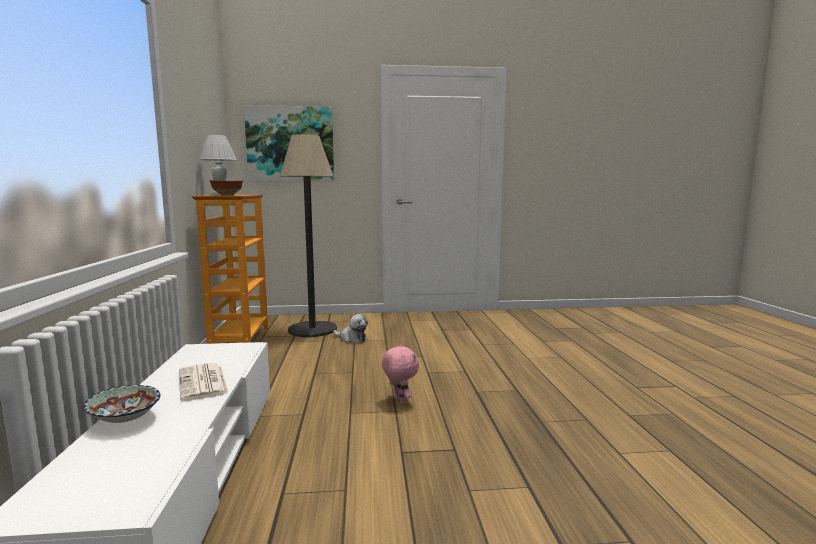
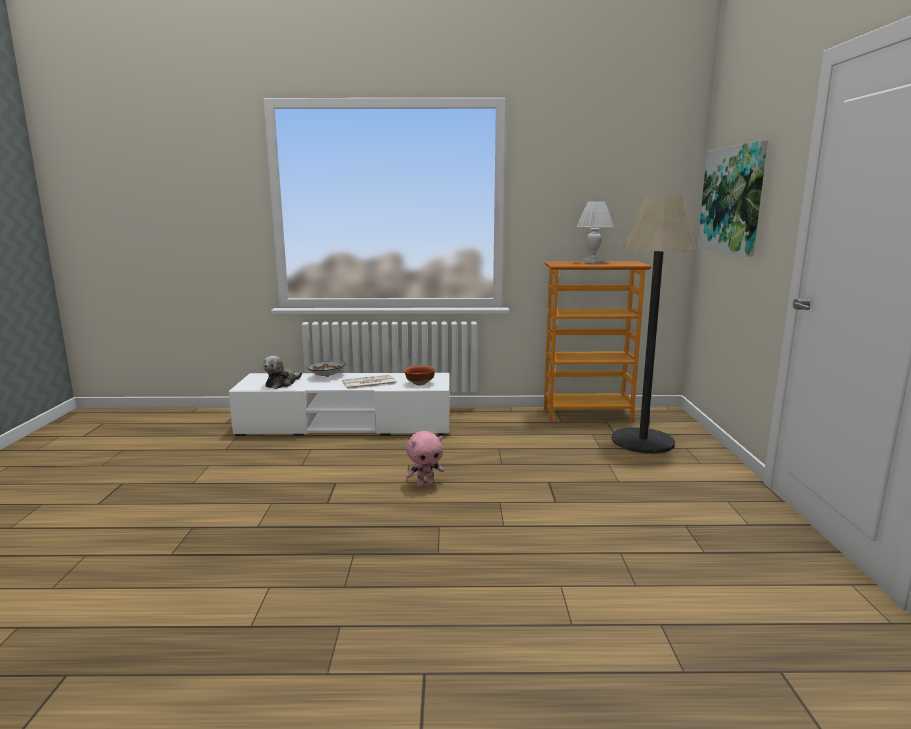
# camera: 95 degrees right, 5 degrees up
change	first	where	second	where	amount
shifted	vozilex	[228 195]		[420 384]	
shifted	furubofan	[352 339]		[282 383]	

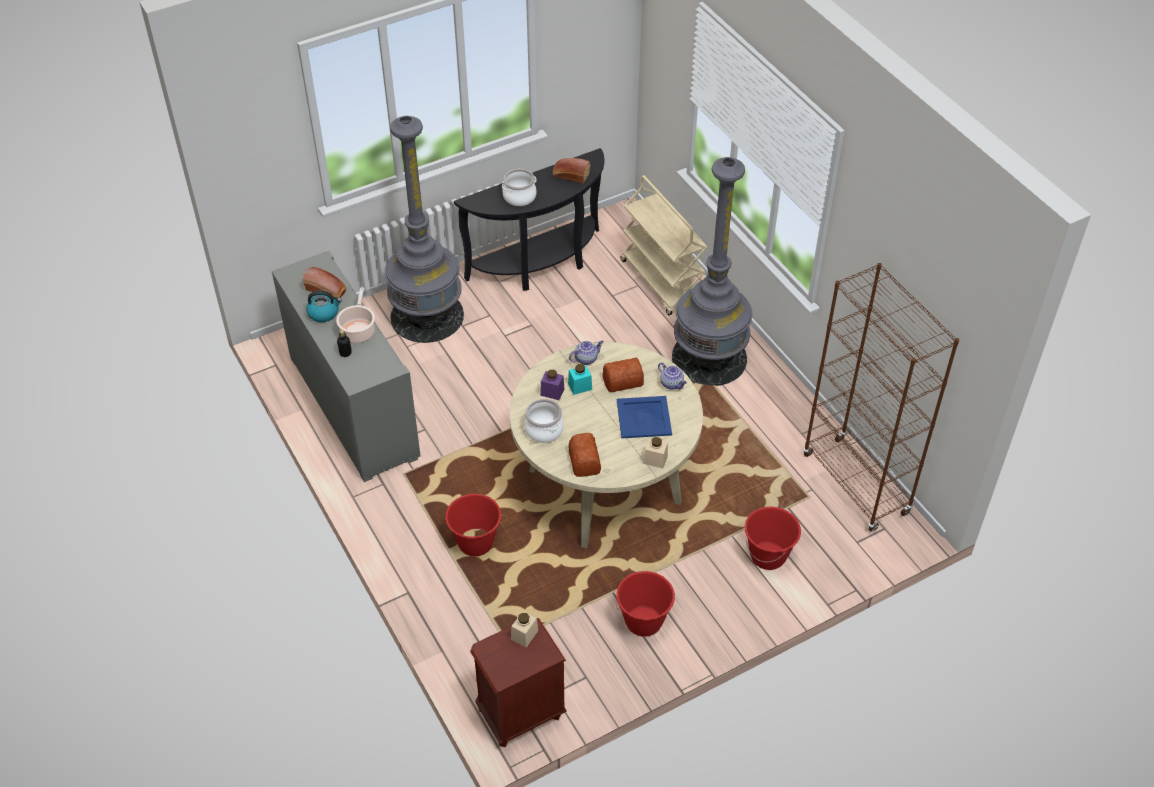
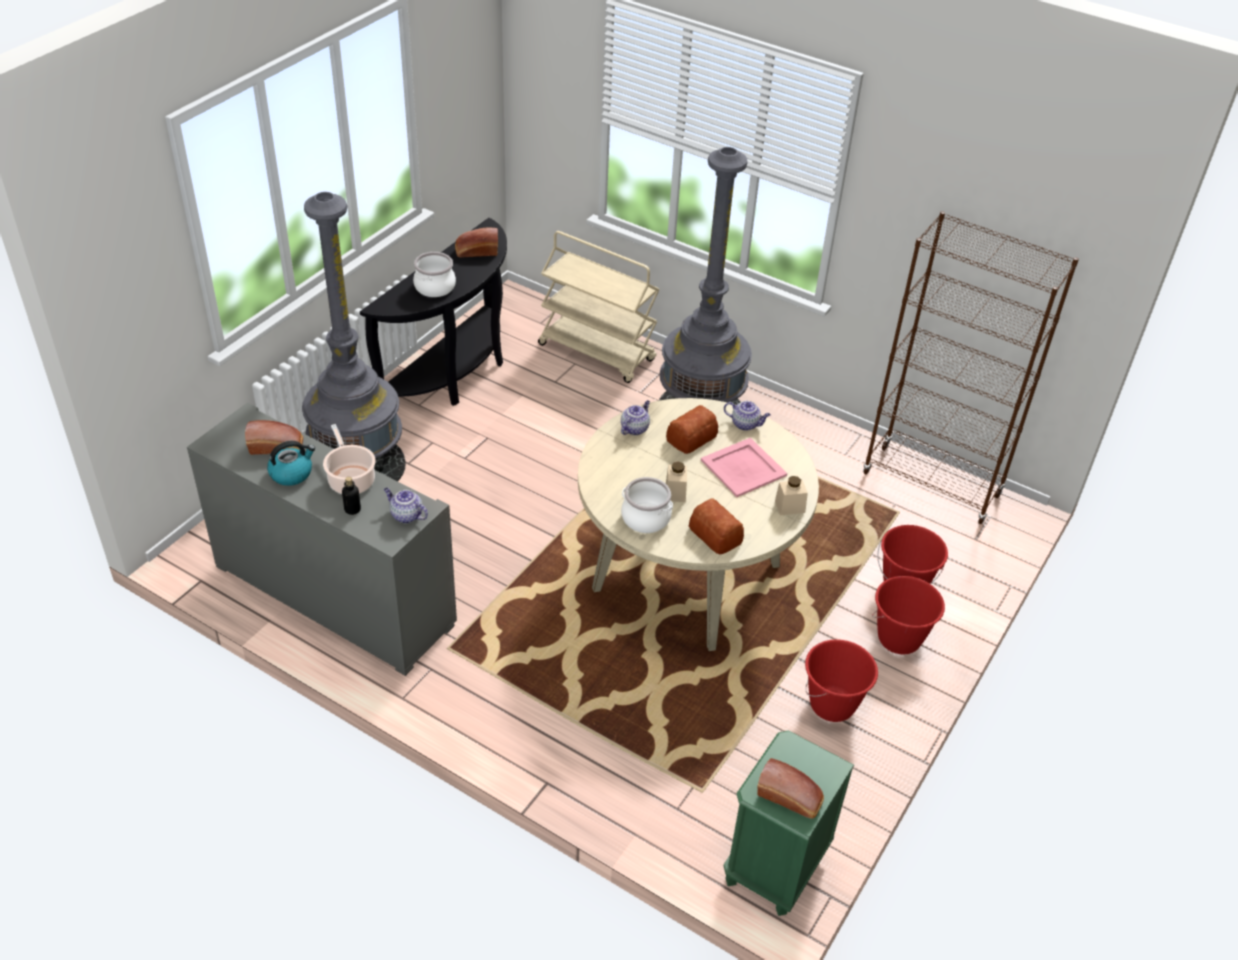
# camera: 30 degrees left, 5 degrees down
change	first	where	second	where	amount
gone	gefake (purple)	[552 392]			
gone	gefake (turquoise)	[580 386]			
new			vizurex	[406 515]	
new			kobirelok	[791 798]	
shifted	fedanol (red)	[475 543]		[899 639]	
shifted	gefake (beige)	[524 635]		[675 492]	
repainted	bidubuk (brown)	[519 713]	bidubuk (green)	[774 867]	
repainted	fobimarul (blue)	[644 418]	fobimarul (pink)	[744 468]	

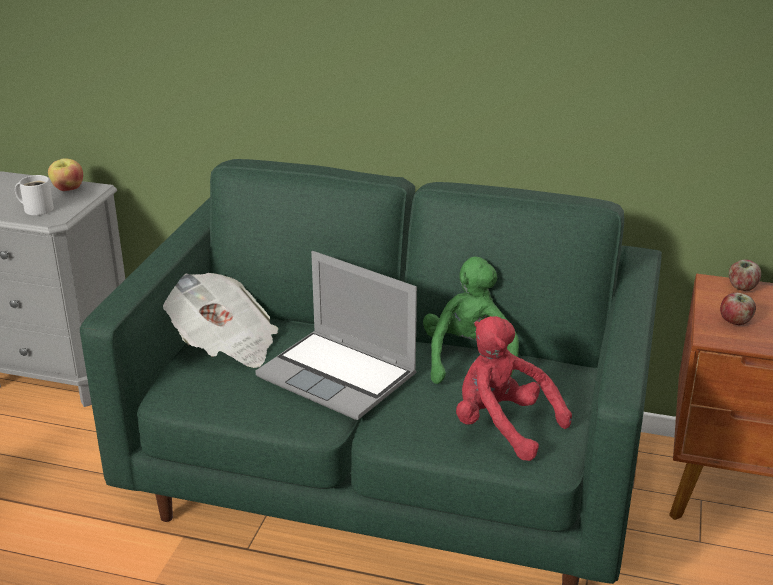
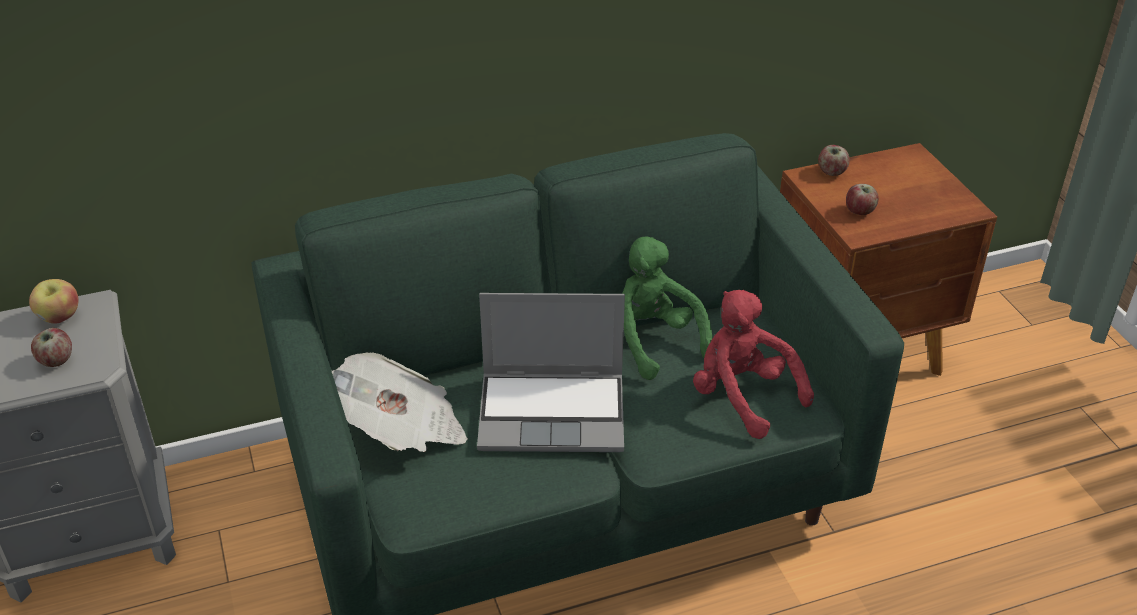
# camera: 35 degrees left, 10 degrees up
change	first	where	second	where	amount
swapped	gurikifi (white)	[37 208]	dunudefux	[56 361]	
rotated	furubofan (red)	[502 426]		[742 396]	45 degrees clockwise

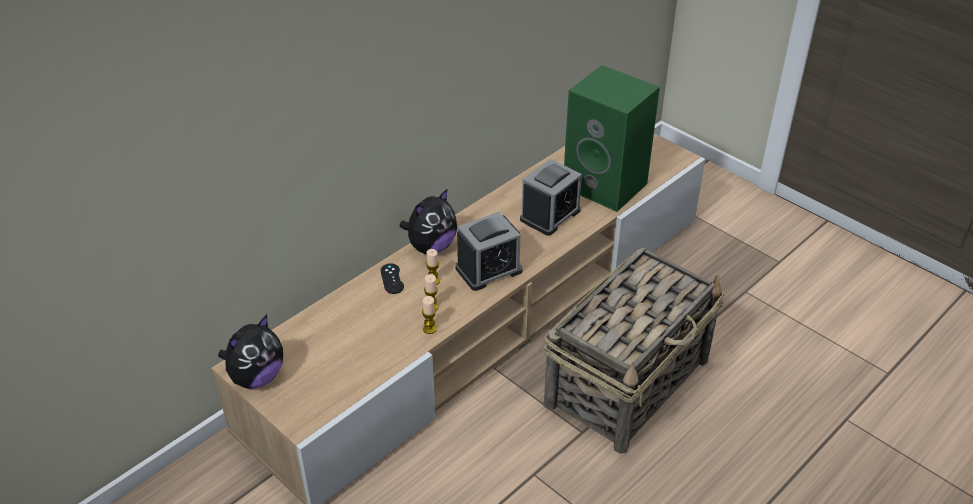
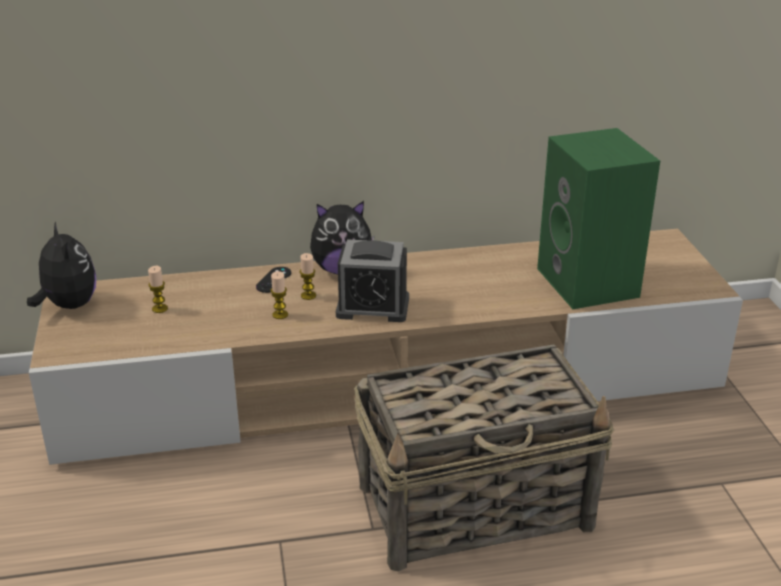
# camera: 35 degrees right, 10 degrees down
change	first	where	second	where	amount
gone	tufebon	[550 215]			
shifted	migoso	[429 329]		[160 309]	
rotated	furubofan	[256 377]		[68 305]	105 degrees counterclockwise

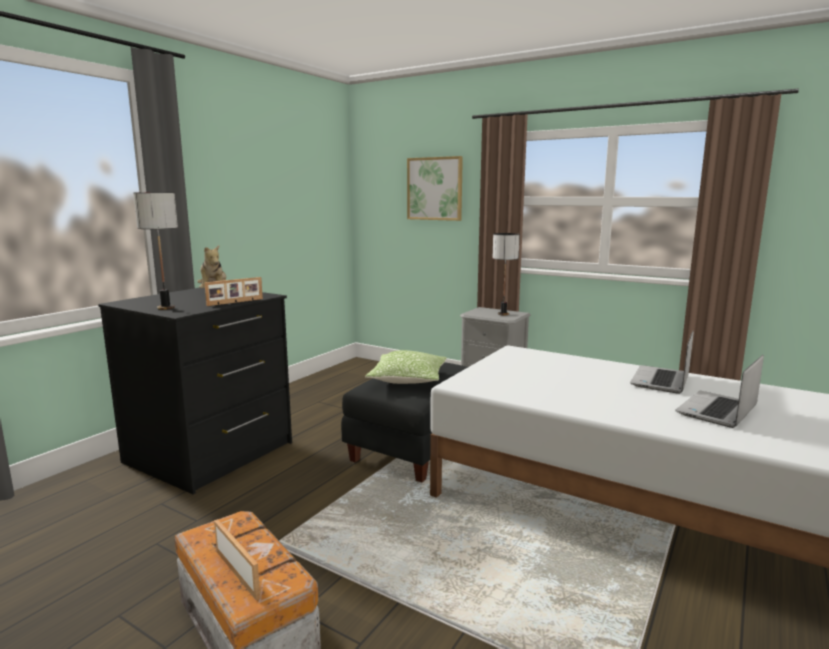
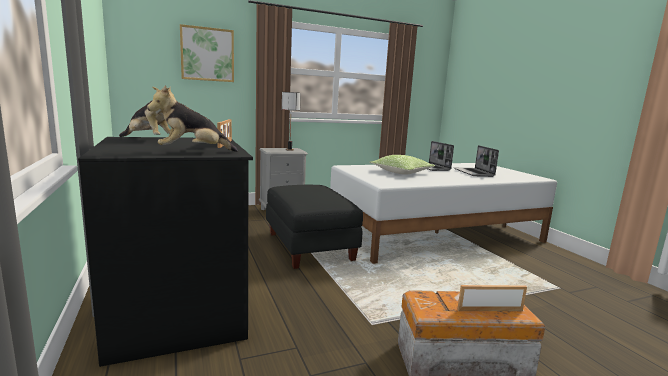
# camera: 55 degrees left, 0 degrees up
change	first	where	second	where	amount
shifted	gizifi	[408 379]		[401 172]	
swapped	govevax	[166 308]	furubofan	[193 152]	

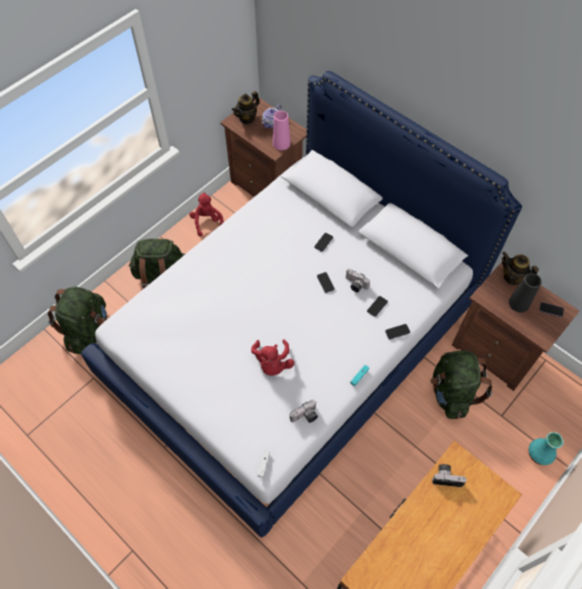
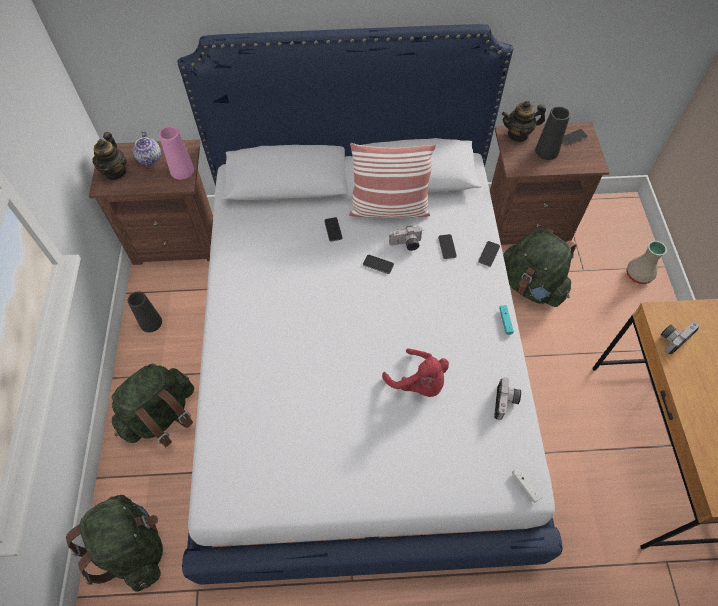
# camera: 45 degrees left, 0 degrees up
change	first	where	second	where	amount
new			gizifi	[389 208]	
swapped	furubofan (red)	[207 222]	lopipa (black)	[151 322]	
repainted	lopipa (turquoise)	[540 453]	lopipa (beige)	[638 274]	

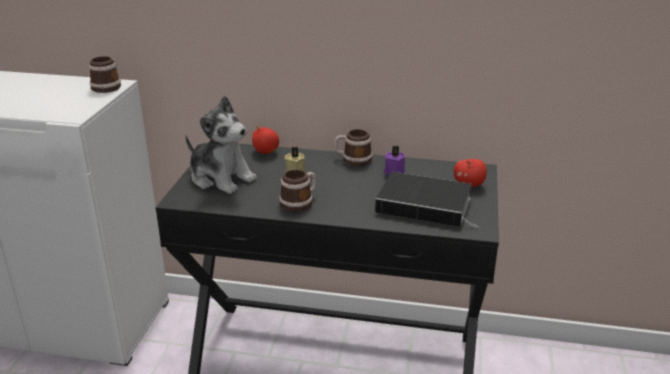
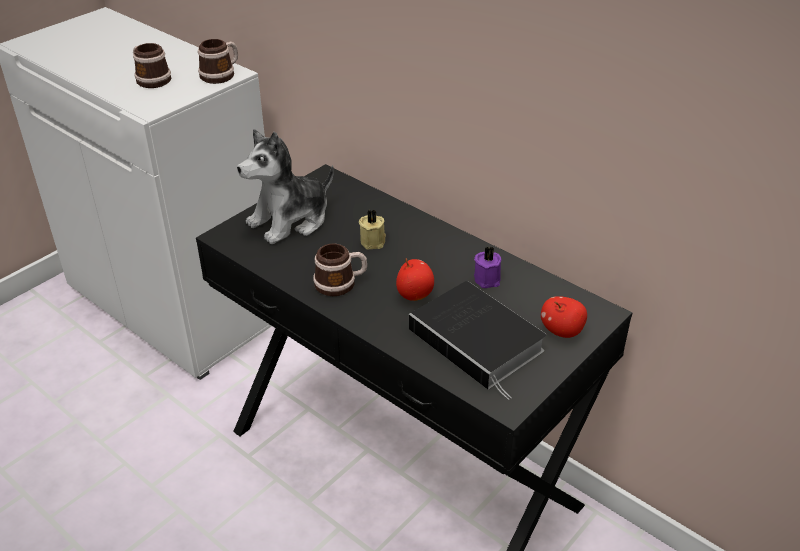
# camera: 30 degrees right, 10 degrees up
change	first	where	second	where	amount
shifted	dunudefux	[266 152]		[414 294]	
shifted	gurikifi	[352 159]		[150 79]	
rotated	furubofan	[221 178]		[290 221]	75 degrees clockwise

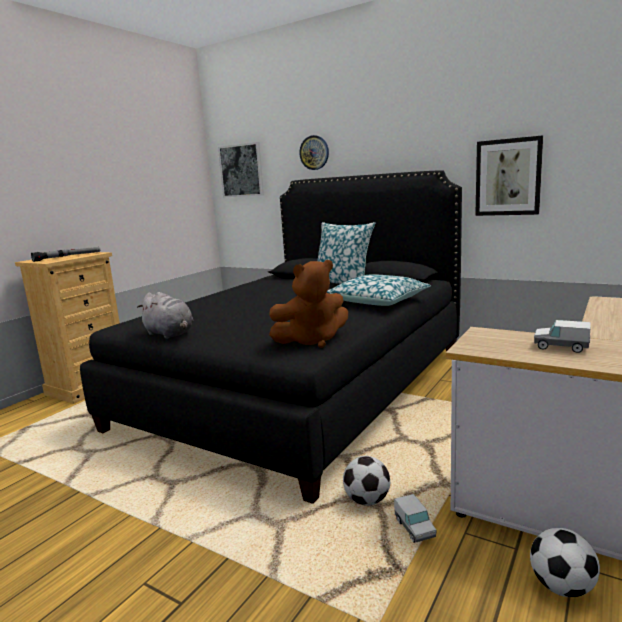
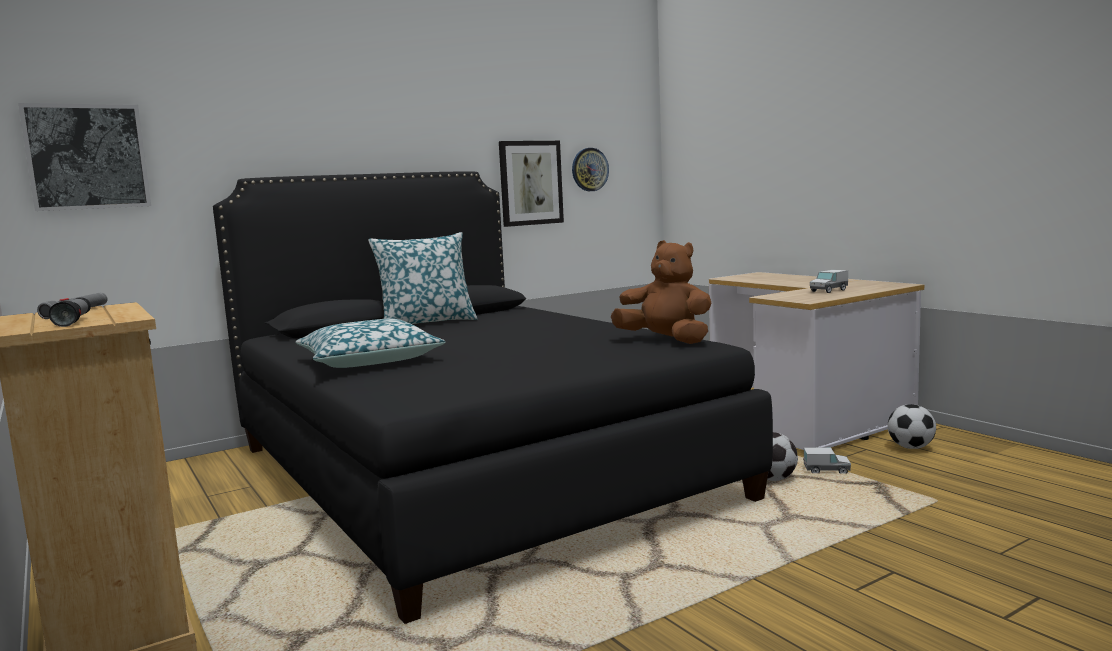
# camera: 65 degrees left, 5 degrees down
change	first	where	second	where	amount
gone	furubofan (grey)	[170 334]			
shifted	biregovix	[314 152]		[589 169]	
shifted	gizifi	[377 301]		[369 361]	
rotated	furubofan (brown)	[312 341]		[666 341]	60 degrees counterclockwise

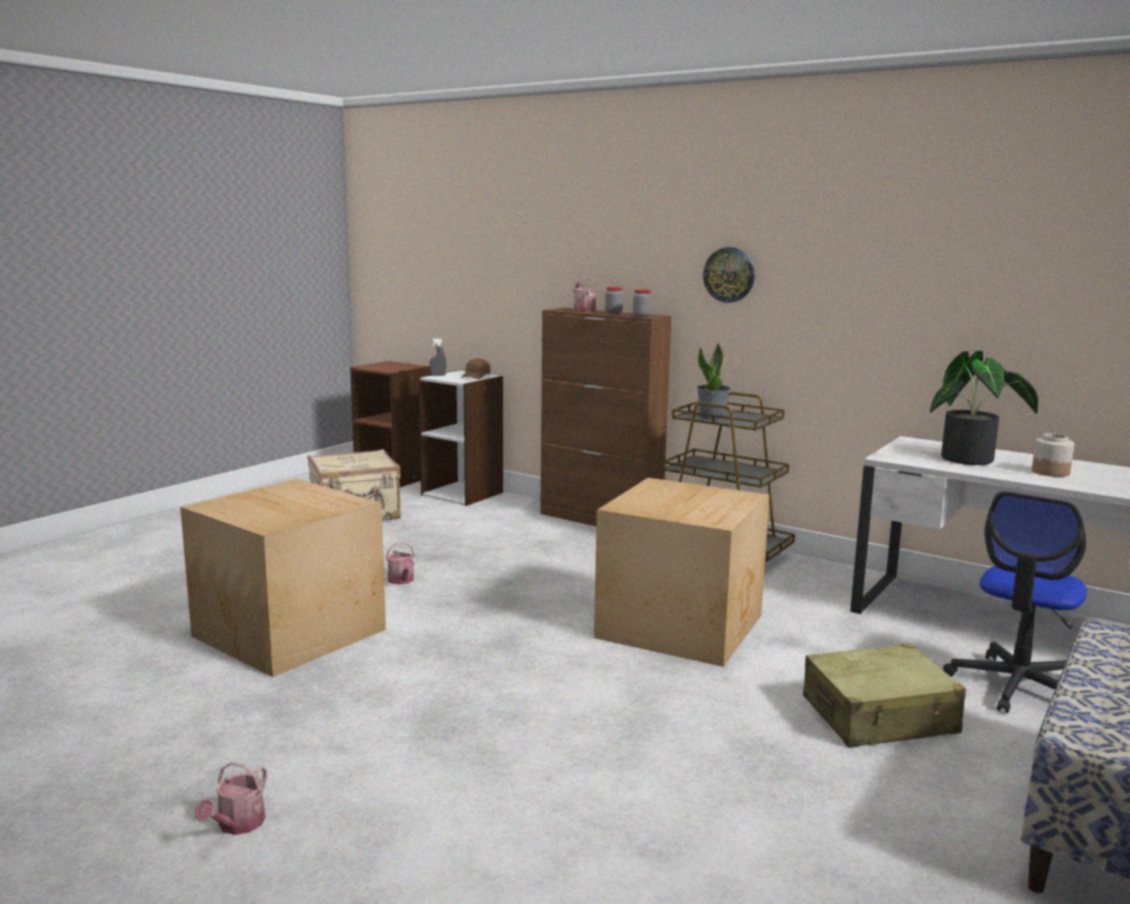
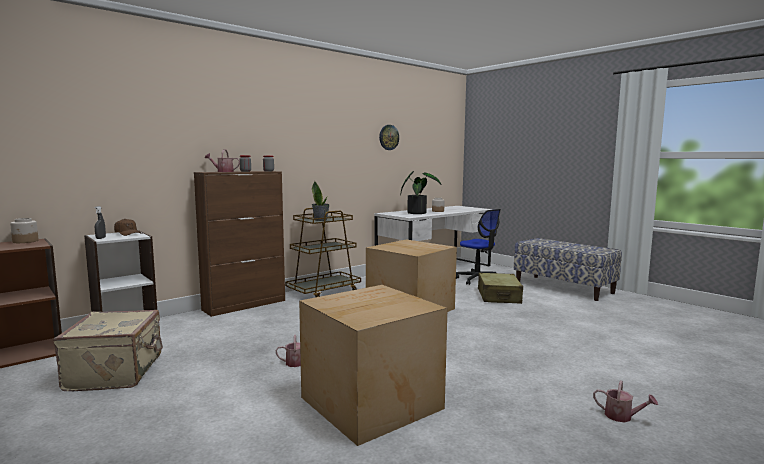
# camera: 75 degrees left, 5 degrees down
change	first	where	second	where	amount
new			gefake	[25 241]	
shifted	biregovix	[729 275]		[388 137]	

